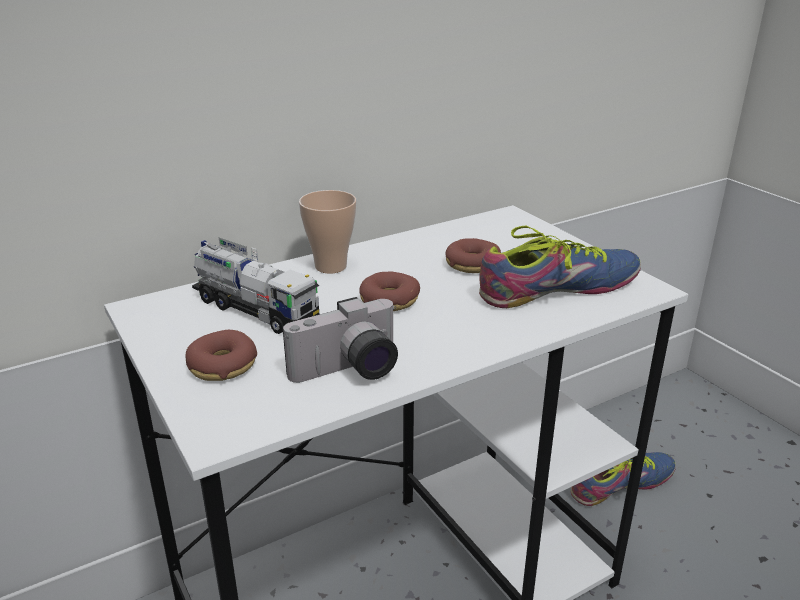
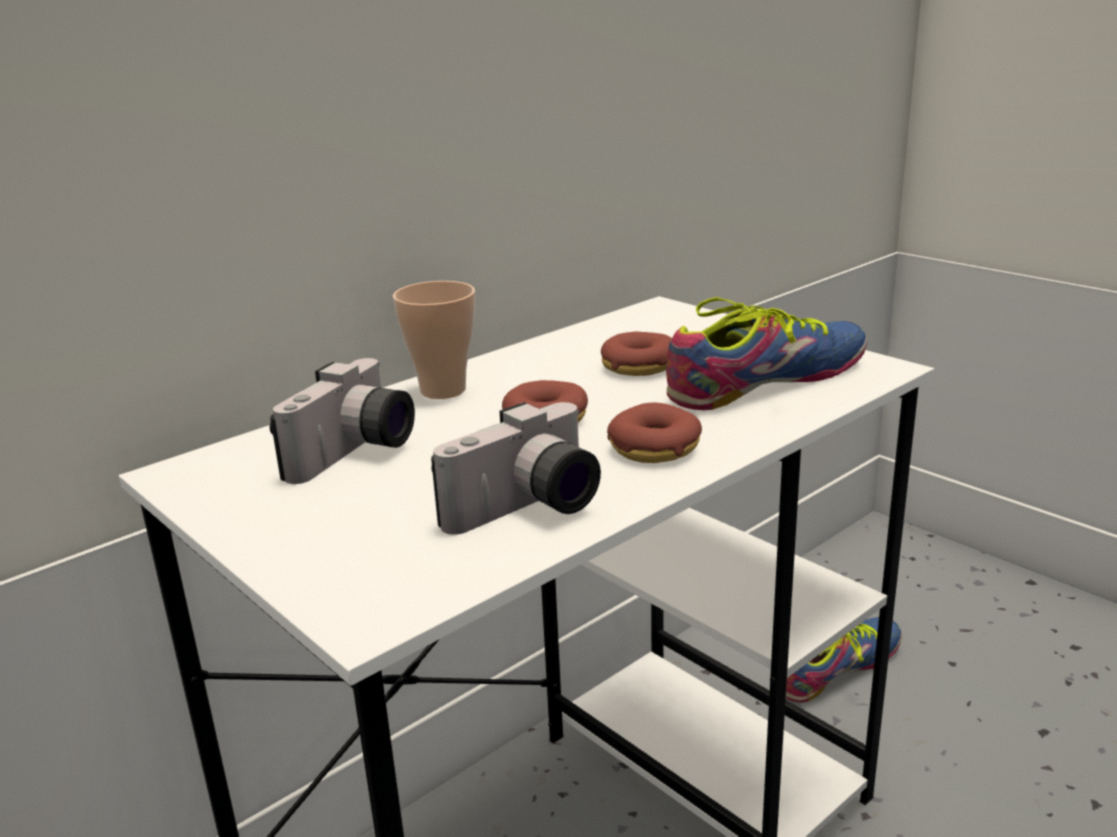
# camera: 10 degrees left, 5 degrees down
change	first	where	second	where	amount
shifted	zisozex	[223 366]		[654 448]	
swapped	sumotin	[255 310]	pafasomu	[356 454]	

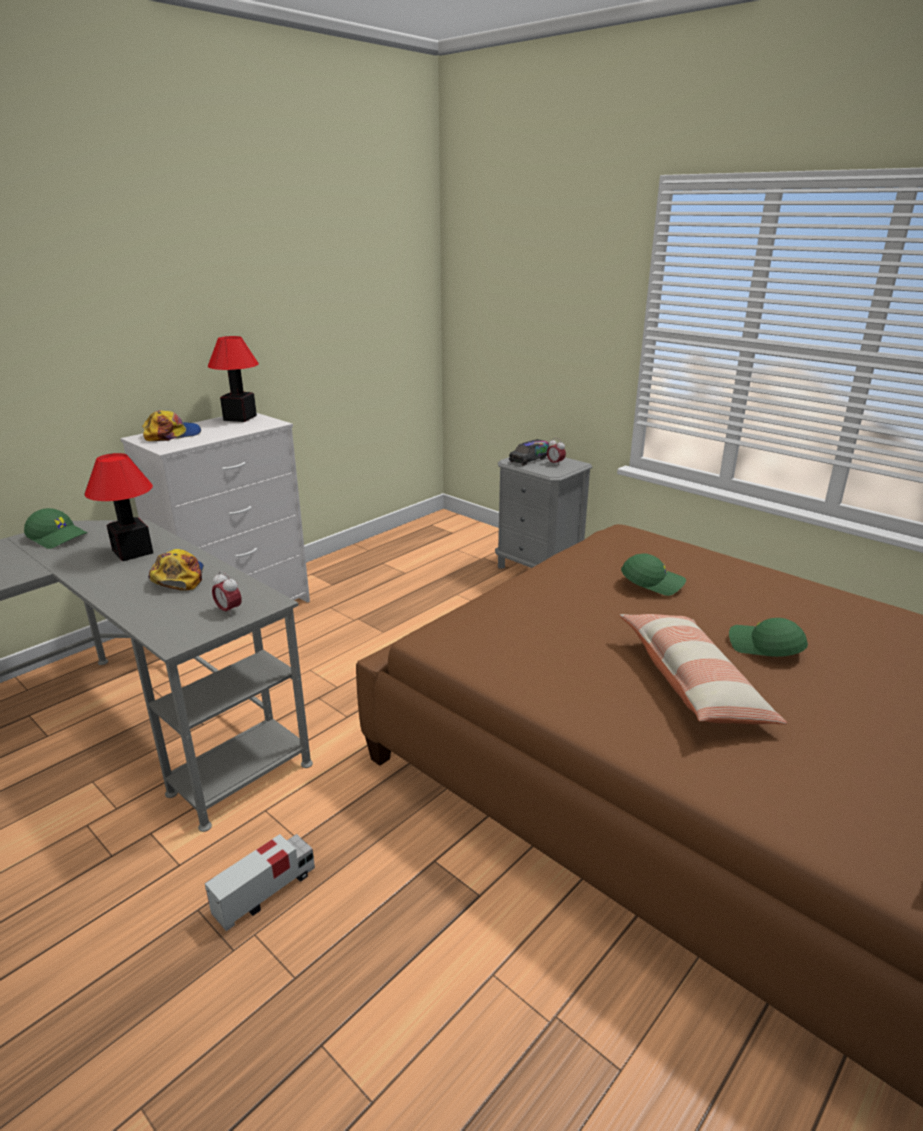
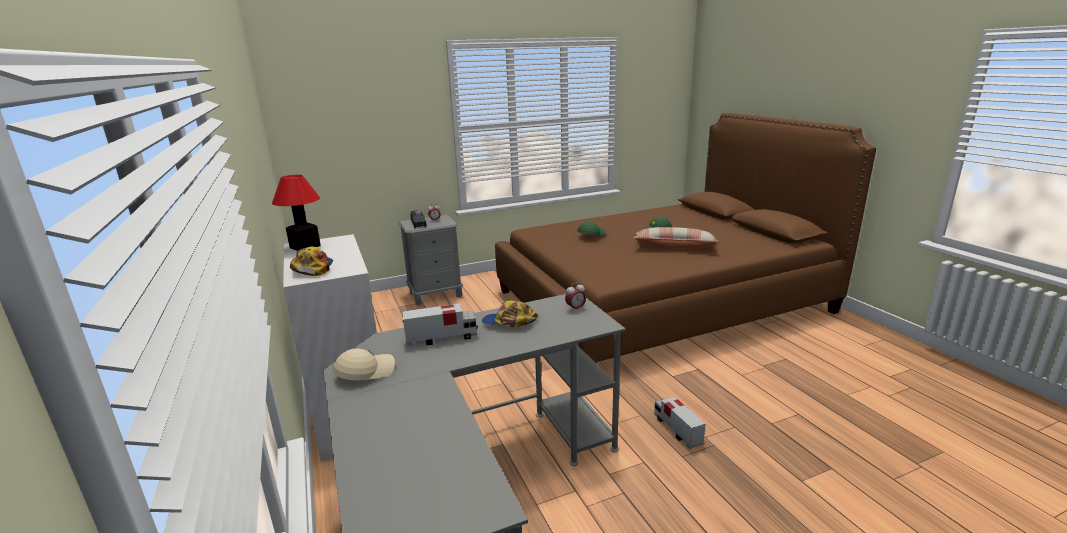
# camera: 65 degrees left, 5 degrees down
change	first	where	second	where	amount
swapped	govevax	[132 552]	sumotin	[442 338]	
repainted	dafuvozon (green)	[58 537]	dafuvozon (beige)	[365 372]	

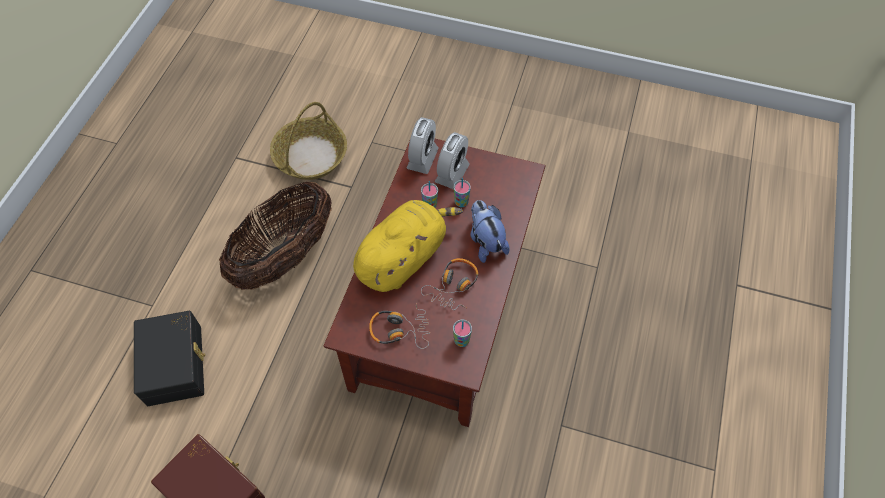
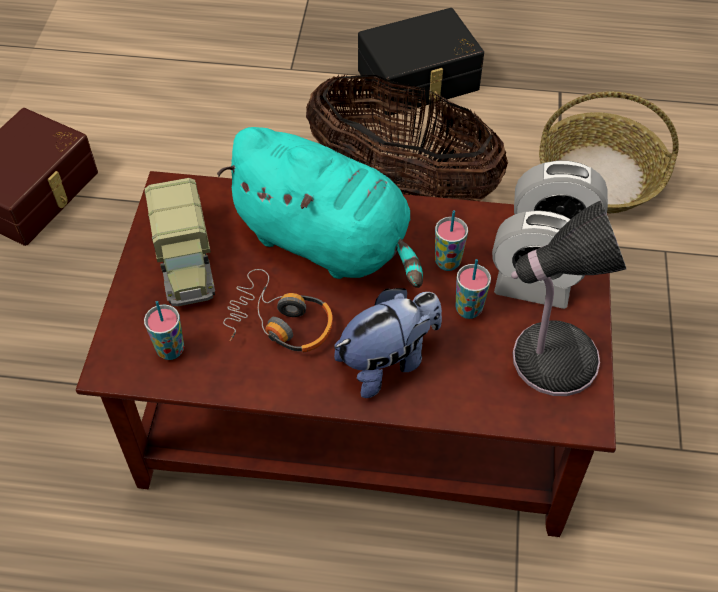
# camera: 80 degrees right, 5 degrees down
change	first	where	second	where	amount
new			govevax	[549 359]	
shifted	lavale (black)	[176 364]		[419 81]	
swapped	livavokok	[400 329]	sumotin	[185 259]	
repainted	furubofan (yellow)	[403 257]	furubofan (turquoise)	[327 242]	

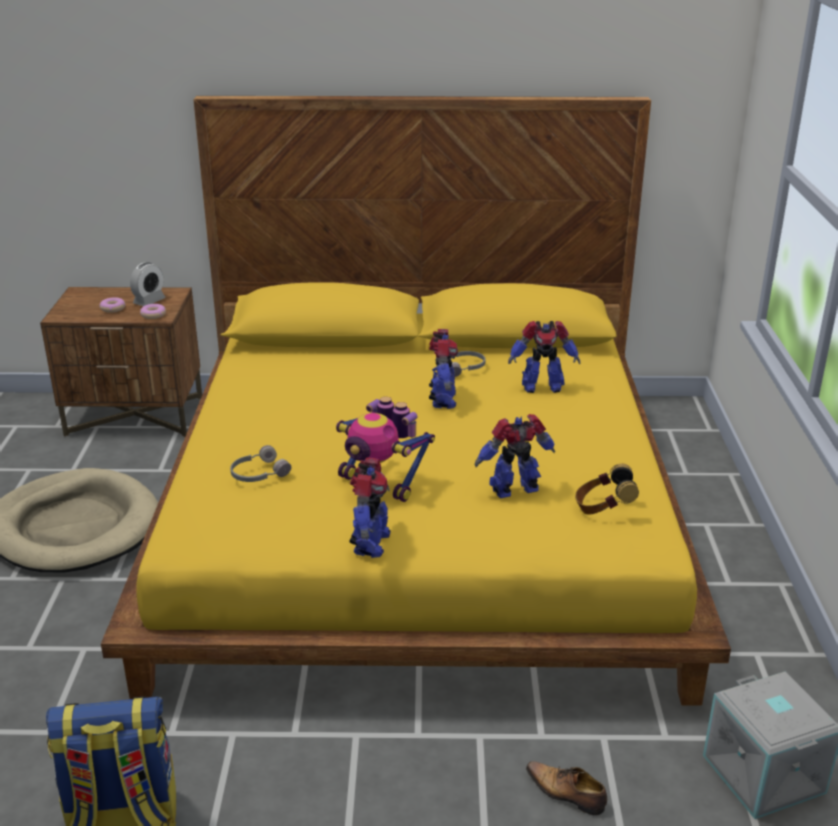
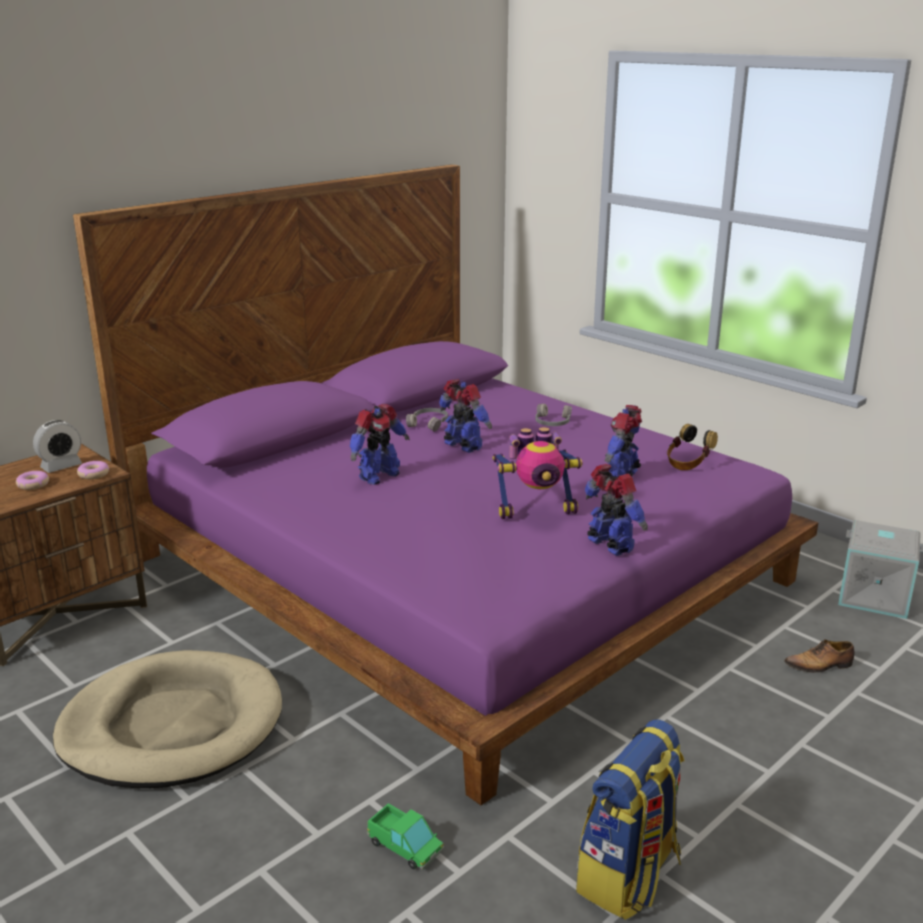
# camera: 45 degrees left, 5 degrees down
change	first	where	second	where	amount
new			sumotin	[405 846]	
shifted	livavokok (grey)	[258 473]		[552 422]	
shifted	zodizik	[541 387]		[378 476]	
repainted	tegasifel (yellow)	[419 520]	tegasifel (purple)	[461 570]	
rotated	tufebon	[149 301]		[61 466]	60 degrees clockwise

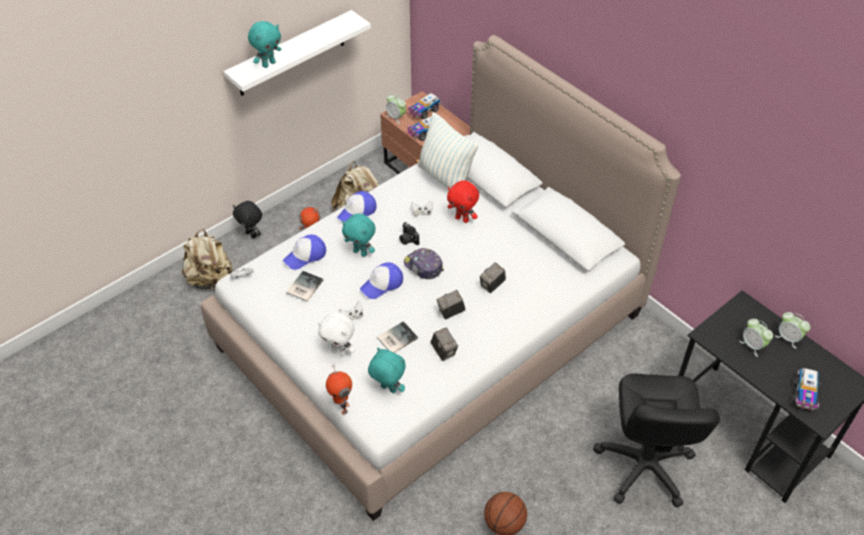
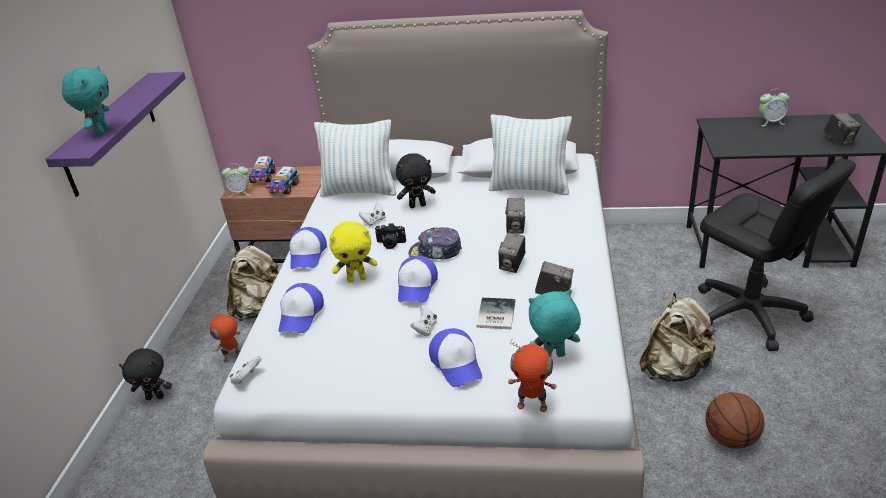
# camera: 40 degrees left, 15 degrees down
change	first	where	second	where	amount
gone	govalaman	[303 287]			
gone	tufebon	[752 345]			
new			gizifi	[529 188]	
shifted	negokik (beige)	[210 280]		[674 369]	
swapped	furubofan (white)	[339 351]	dafuvozon	[457 363]	
swapped	sumotin	[804 395]	pafasomu	[838 141]	
repainted	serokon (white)	[291 54]	serokon (purple)	[110 133]	
repainted	furubofan (turquoise)	[360 252]	furubofan (yellow)	[357 279]	
repainted	furubofan (red)	[462 219]	furubofan (black)	[417 205]	

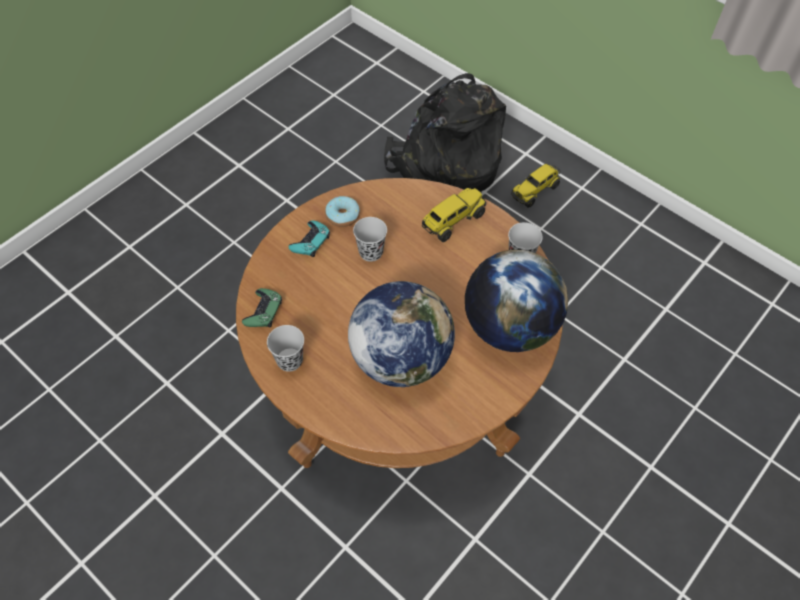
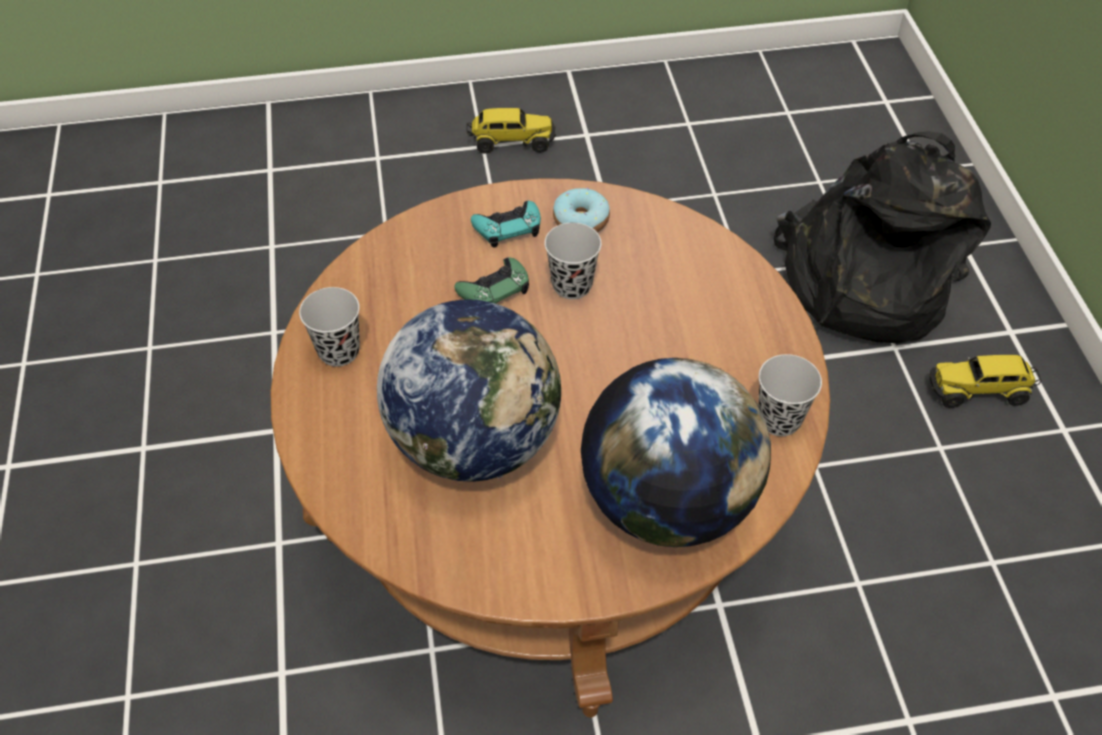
# camera: 40 degrees right, 5 degrees down
change	first	where	second	where	amount
shifted	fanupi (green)	[263 311]		[494 290]	
shifted	sumotin	[452 221]		[511 142]	

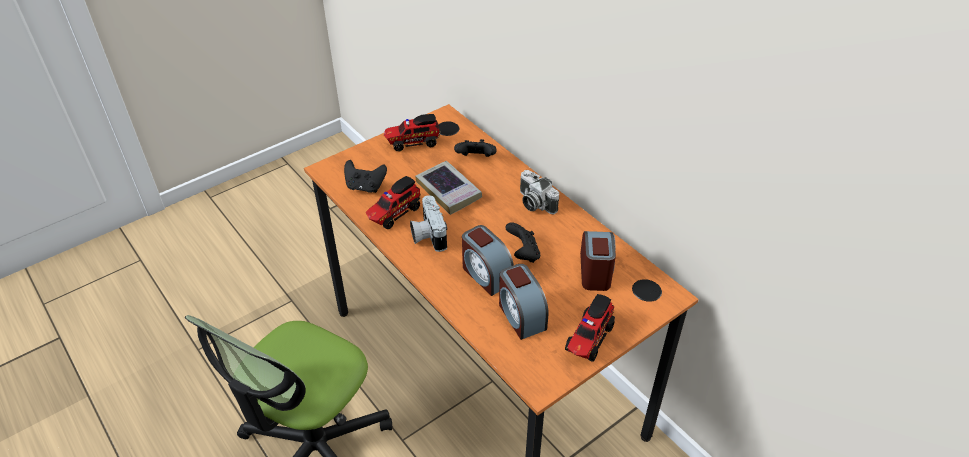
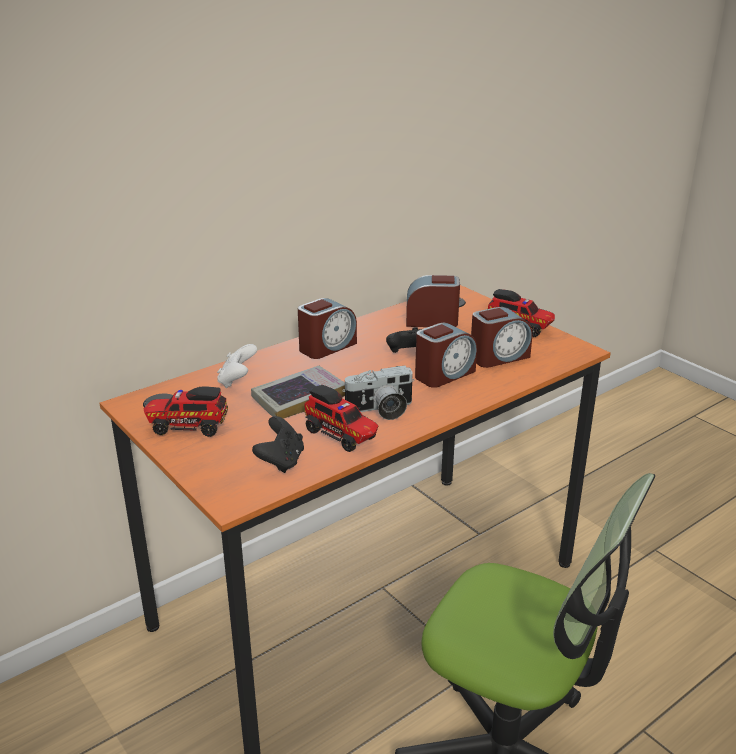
# camera: 90 degrees left, 15 degrees down
change	first	where	second	where	amount
swapped	pafasomu	[534 203]	tufebon	[327 347]	
repainted	fanupi (black)	[476 159]	fanupi (white)	[237 381]	
rotated	sumotin	[412 142]		[187 426]	105 degrees clockwise

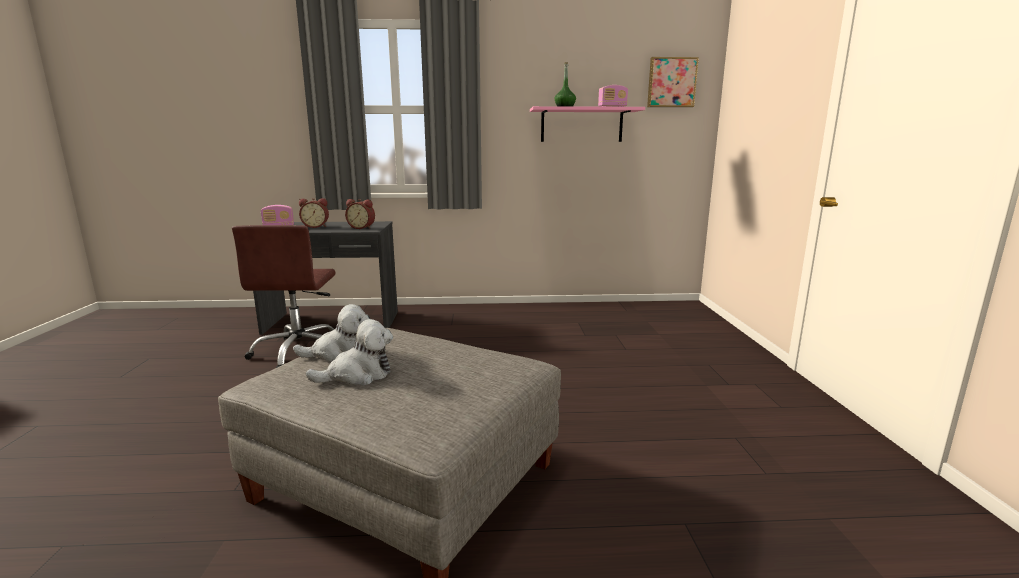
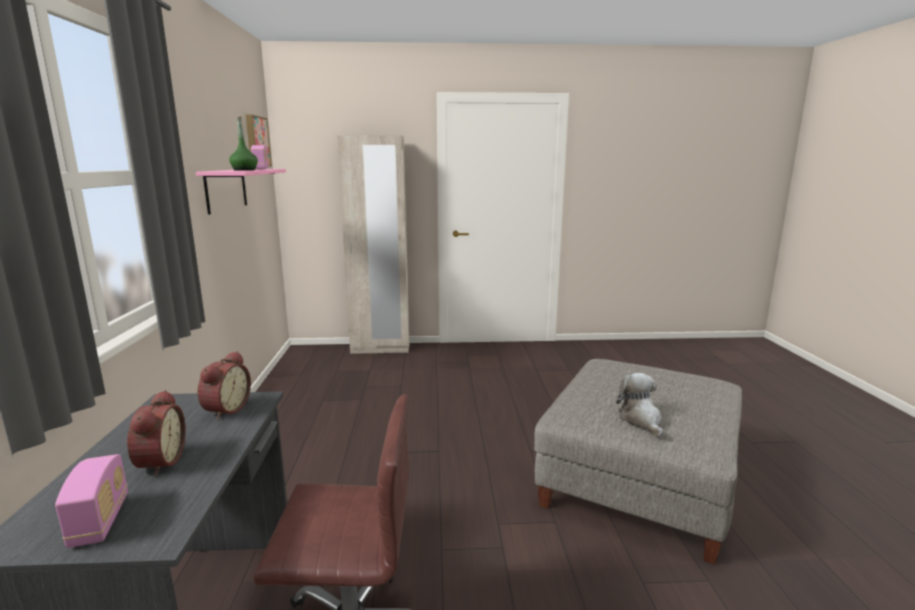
# camera: 90 degrees left, 0 degrees up
change	first	where	second	where	amount
gone	furubofan	[358 375]			
new			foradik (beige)	[380 349]	

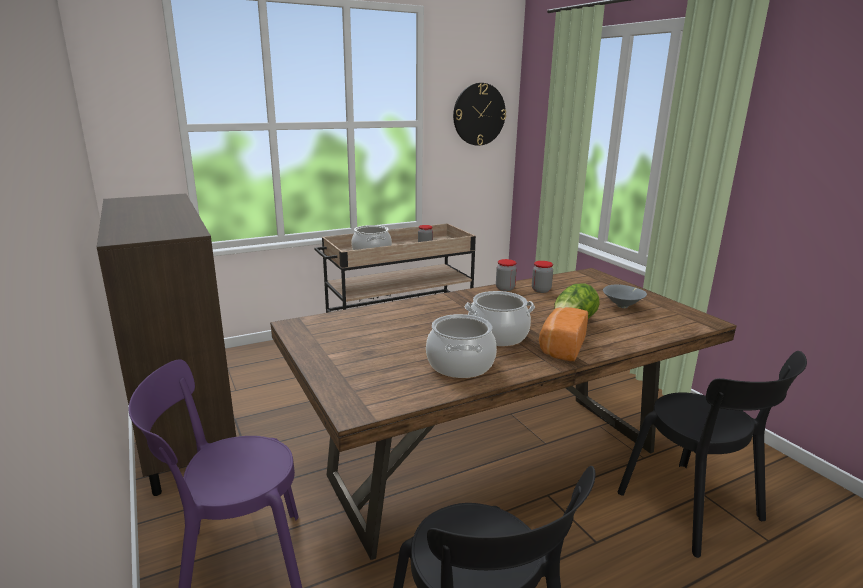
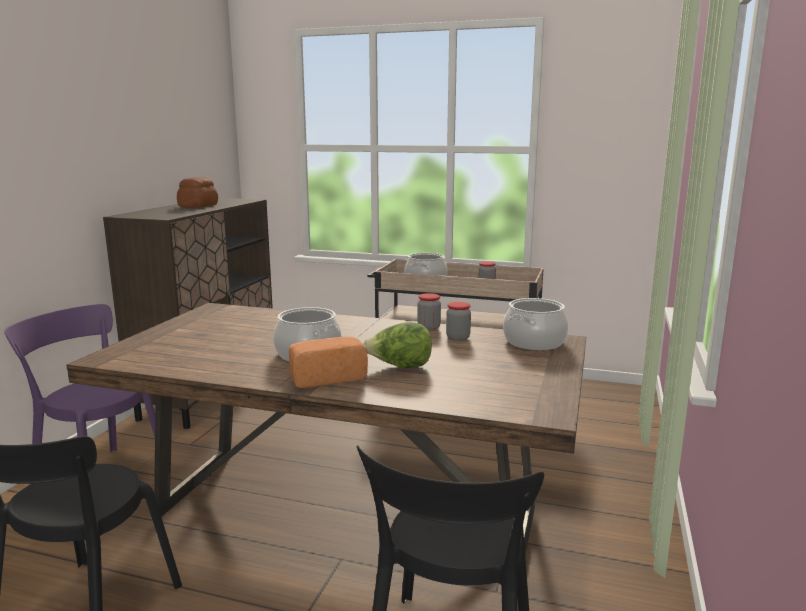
# camera: 45 degrees right, 5 degrees down
change	first	where	second	where	amount
gone	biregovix	[479 114]			
gone	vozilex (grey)	[623 306]			
new			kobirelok	[199 206]	
shifted	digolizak	[459 364]		[534 342]	

